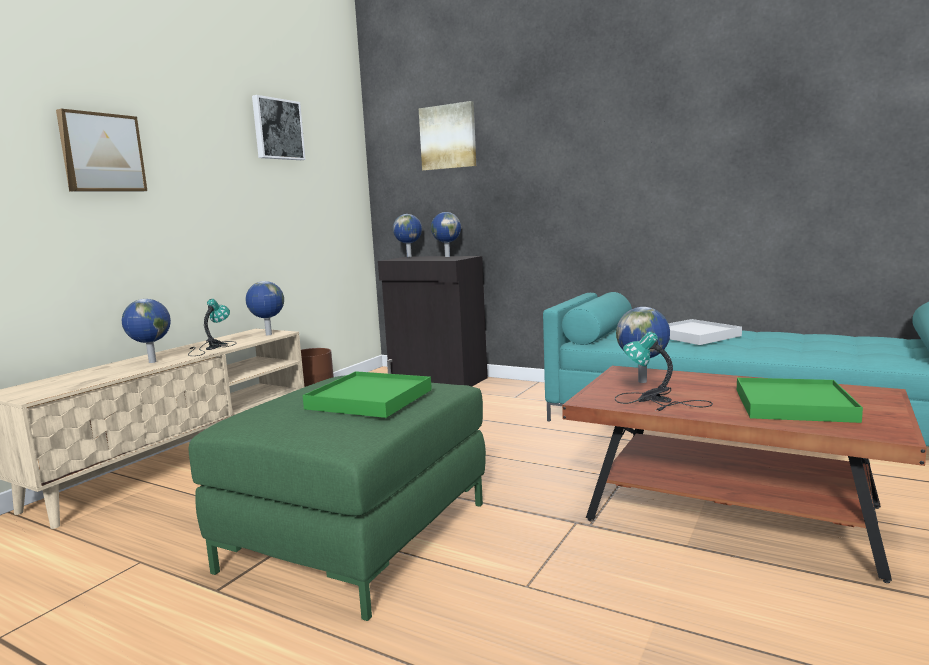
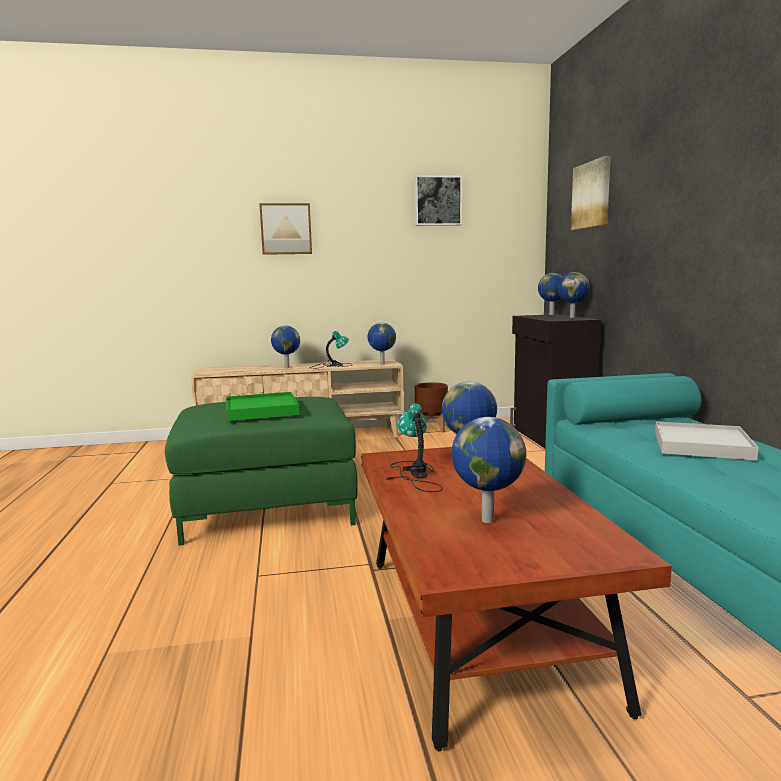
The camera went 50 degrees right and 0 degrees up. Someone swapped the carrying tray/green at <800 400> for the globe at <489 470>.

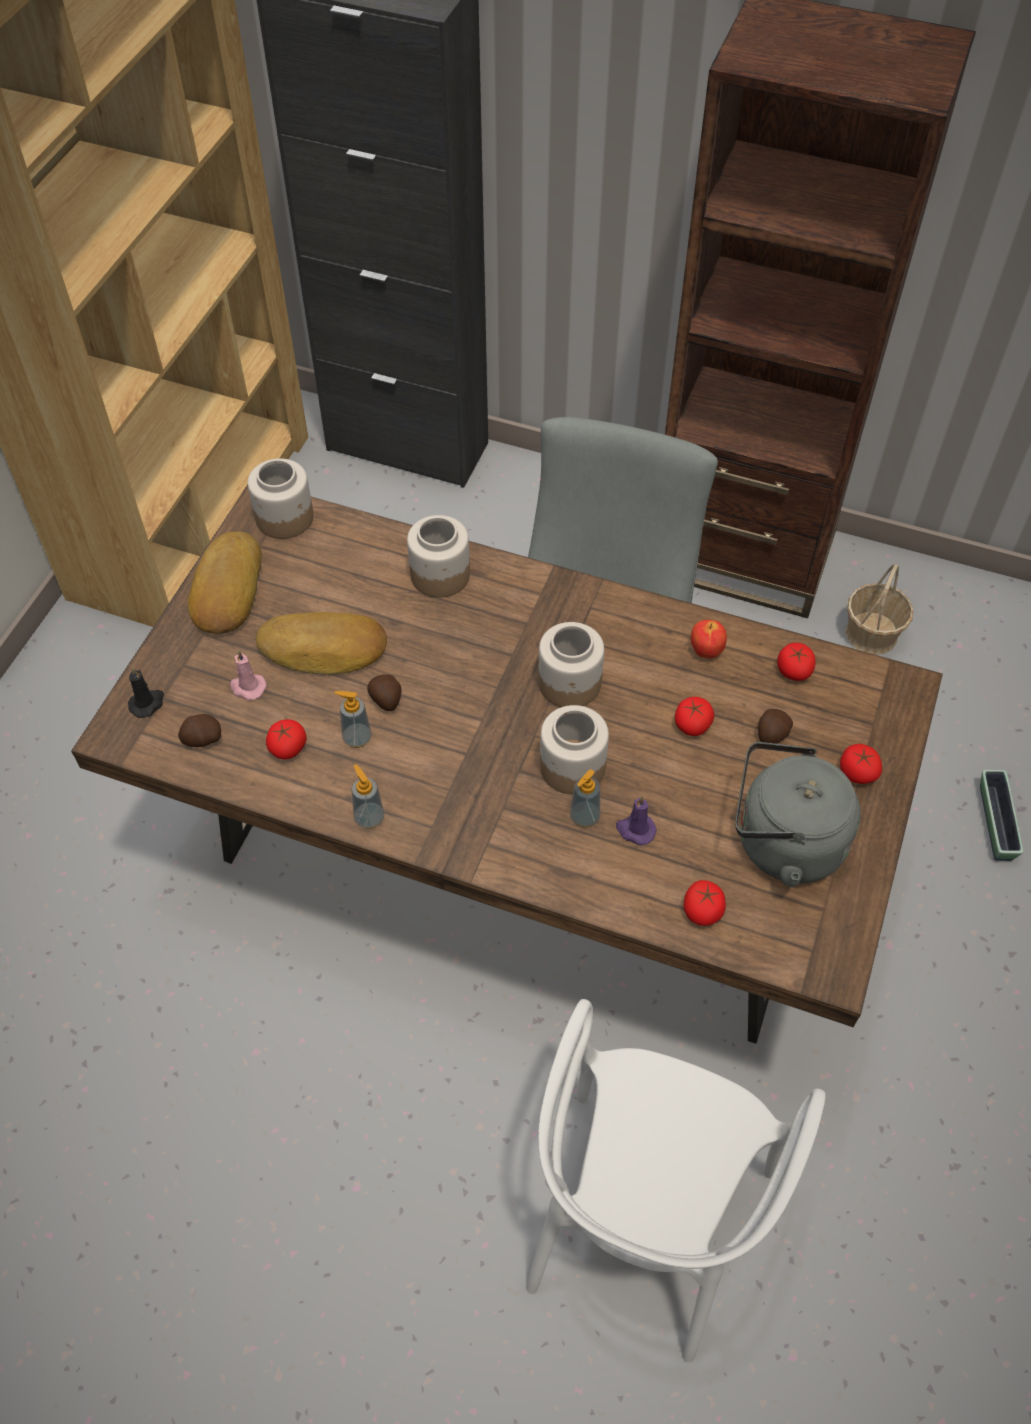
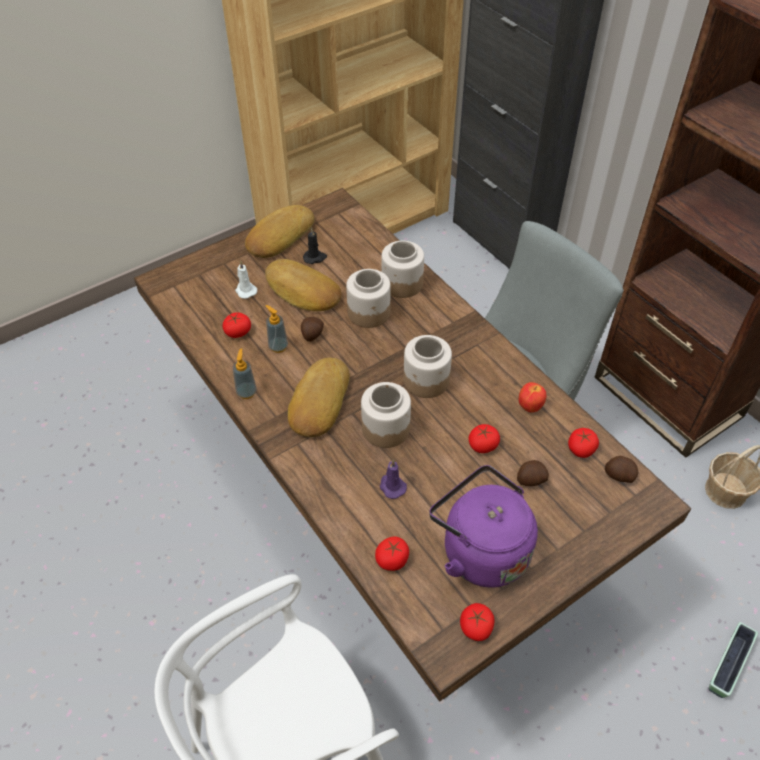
The camera went 35 degrees right and 5 degrees down. Someone took away the soap bottle at <585 798>. Someone put down the baked bread at <319 397>. Someone carried the wax light/black-coloured from <146 692> to <315 246>. Someone carried the spud from <199 730> to <621 469>. Someone carried the jar from <281 498> to <368 298>. Someone carried the whole tomato from <861 764> to <477 622>. Someone repainted the wax light/pink-coloured at <248 676>, which became the wax light/whitish at <246 280>. Someone repainted the water kettle/gray at <798 814>, which became the water kettle/purple at <483 526>.

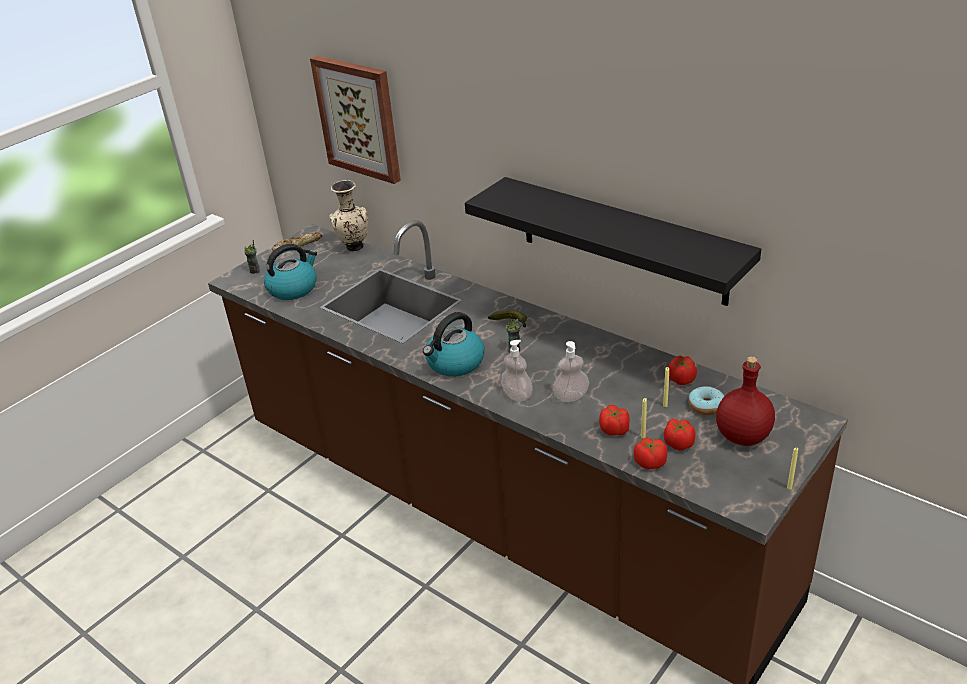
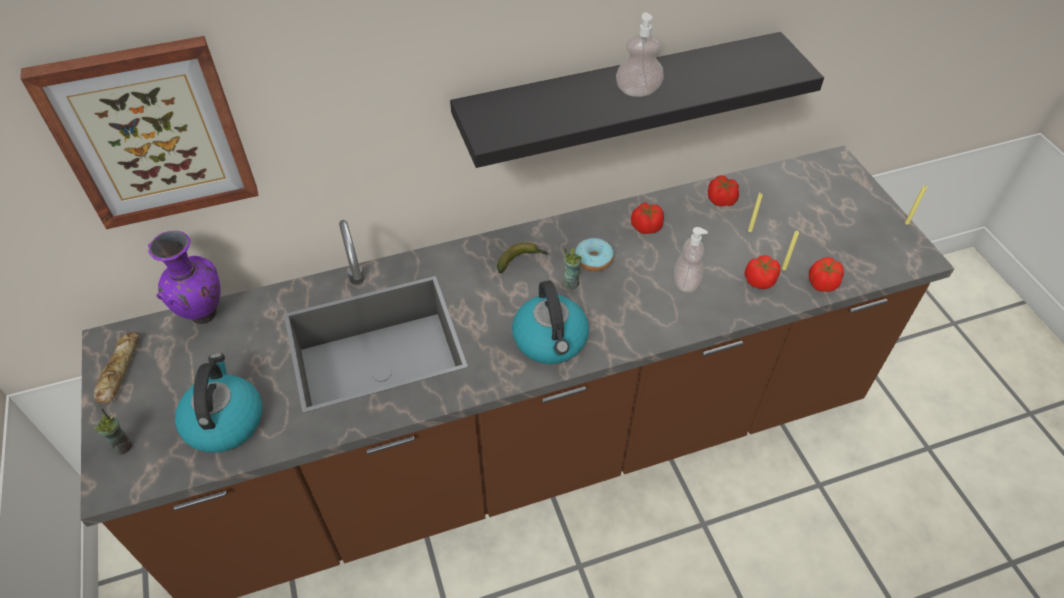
The camera went 60 degrees left and 15 degrees up. Someone took away the beverage bottle/reddish at <745 401>. Someone carried the soap bottle from <517 371> to <640 54>. Someone carried the whole tomato from <680 435> to <647 218>. Someone carried the ring doughnut from <706 400> to <594 255>. Someone repainted the flower vase/sand-coloured at <349 215>, which became the flower vase/purple at <184 277>.

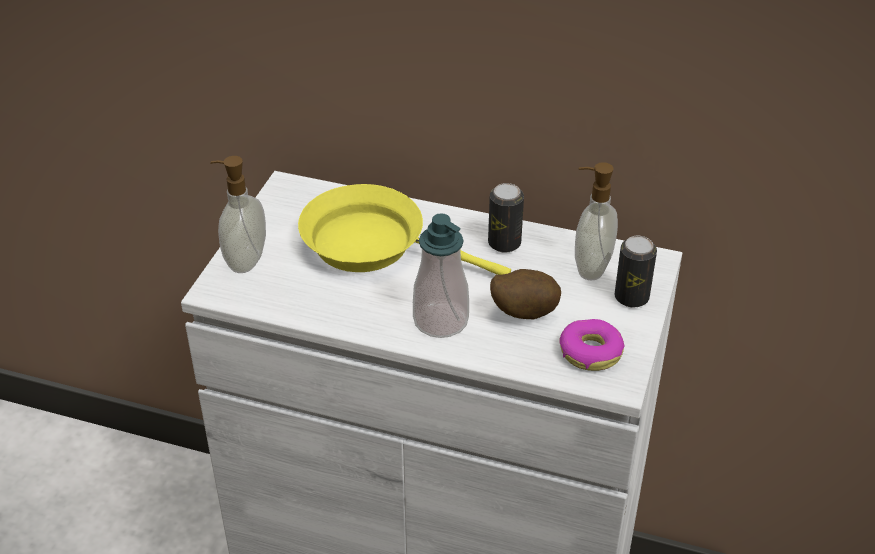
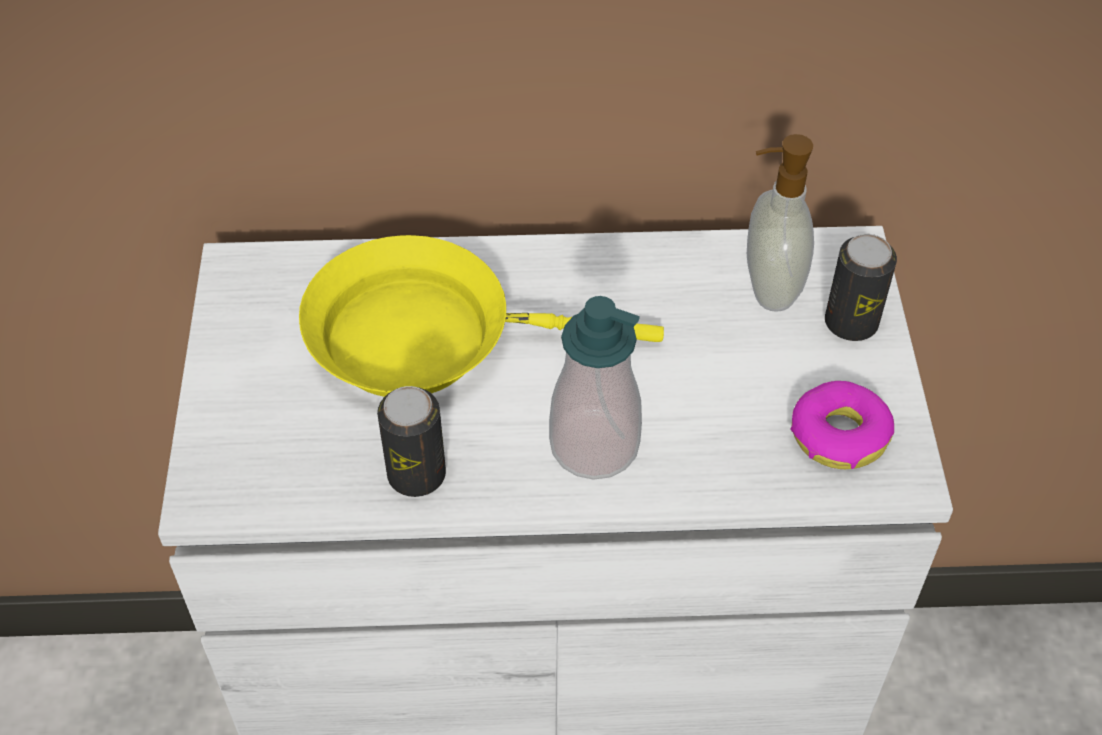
The camera went 20 degrees left and 10 degrees up. Someone took away the soap bottle at <238 214>. Someone took away the spud at <525 294>. Someone carried the sealed can from <506 218> to <411 441>.

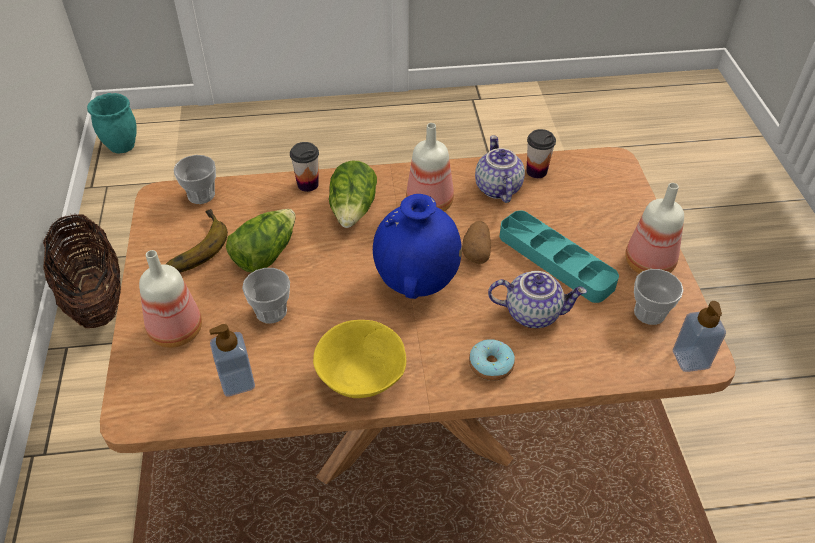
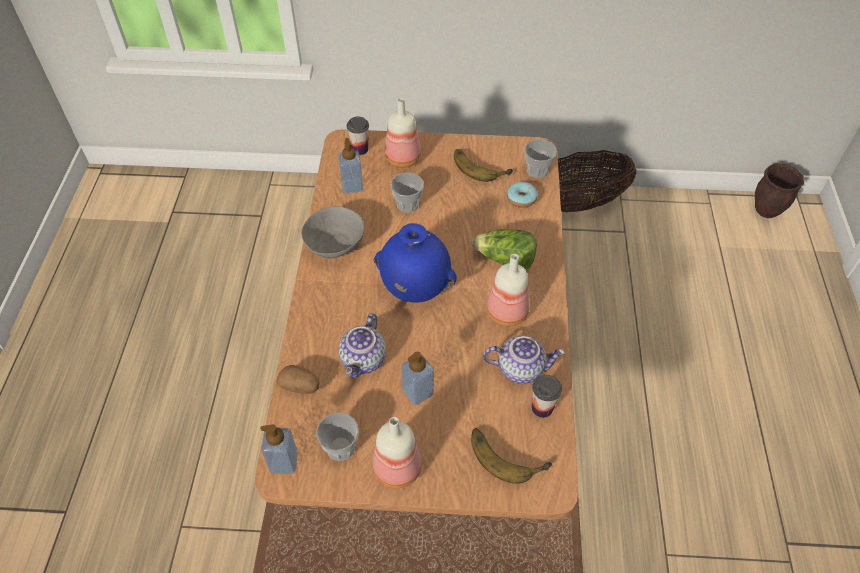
The camera went 100 degrees right and 5 degrees up. Someone took away the lettuce head at <260 240>. Someone put down the banana at <511 456>. Someone carried the cup from <304 167> to <358 135>. Someone carried the spud from <476 242> to <298 379>. Someone carried the ring doughnut from <492 360> to <522 195>. Someone swapped the carrying tray/turquoise at <559 256> for the soap bottle at <417 378>. Someone repainted the flower pot/turquoise at <112 123>, which became the flower pot/brown at <779 190>. Someone repainted the serving bowl/yellow at <359 359>, which became the serving bowl/gray at <333 232>.

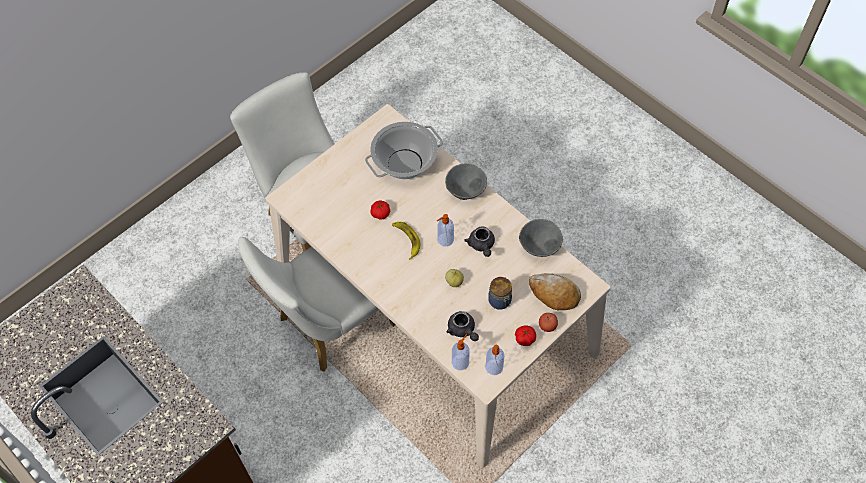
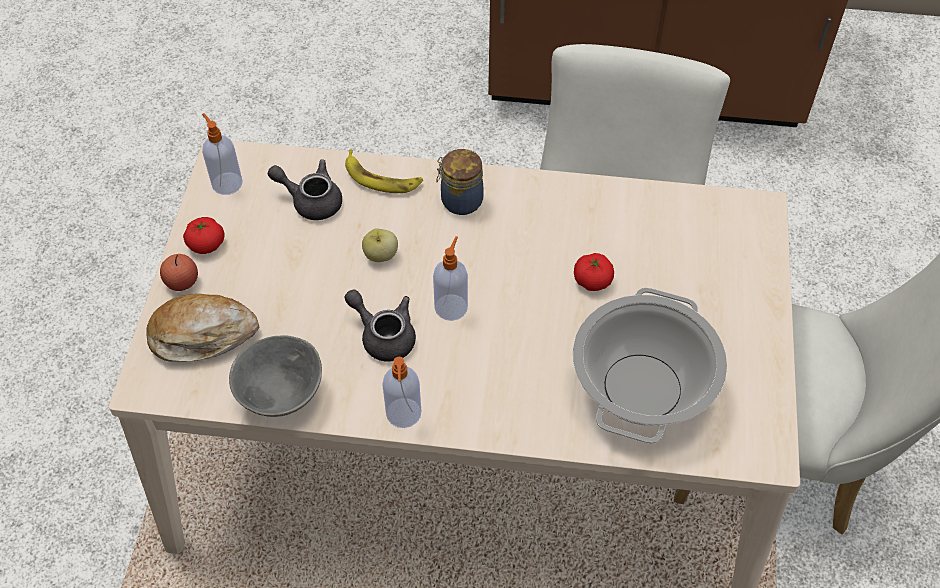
The camera went 140 degrees right and 5 degrees down. Someone took away the serving bowl/gray at <466 181>. Someone carried the banana from <406 241> to <384 171>. Someone carried the soap bottle from <461 352> to <401 392>. Someone carried the jar from <500 293> to <460 182>.

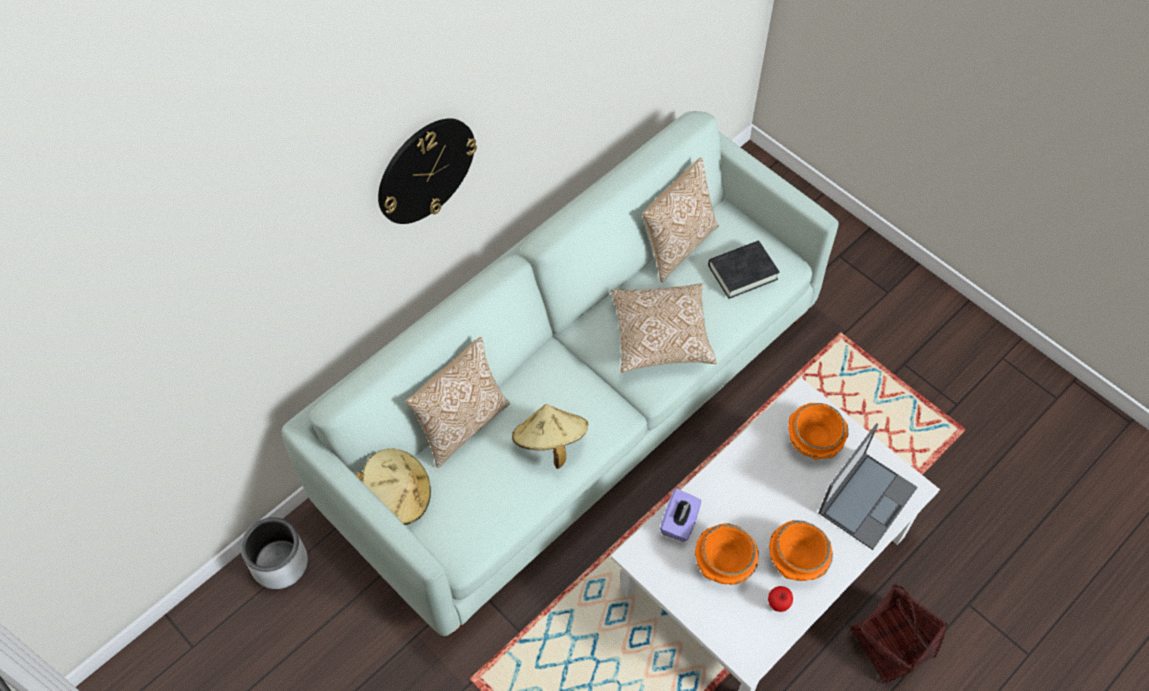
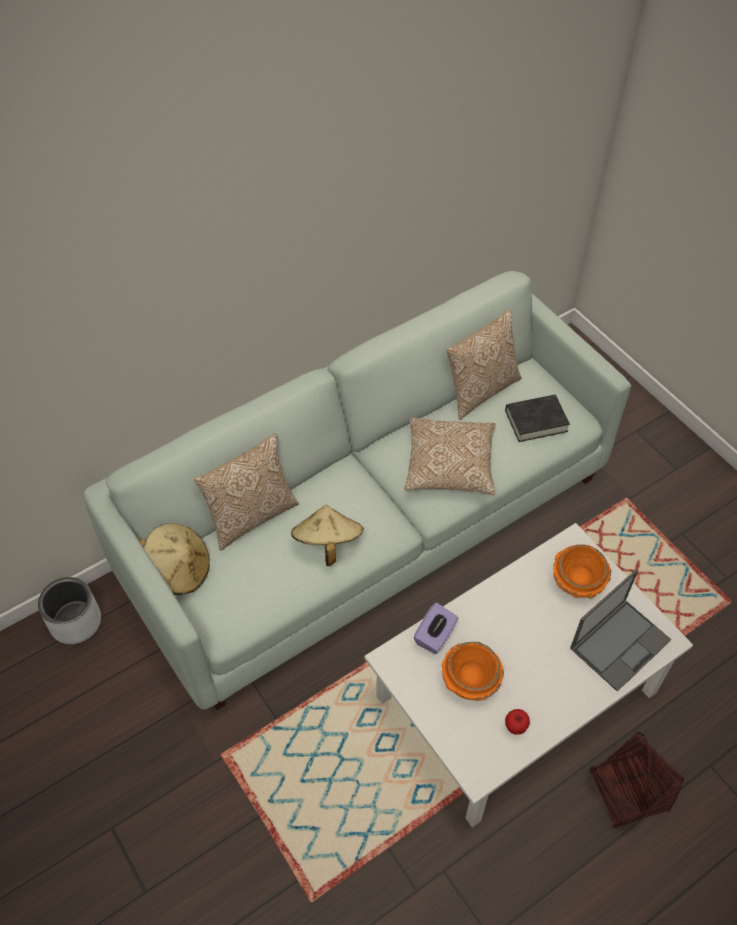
The camera went 10 degrees right and 5 degrees down. Someone took away the wall clock at <427 171>. Someone took away the serving bowl/orange-coloured at <801 550>.

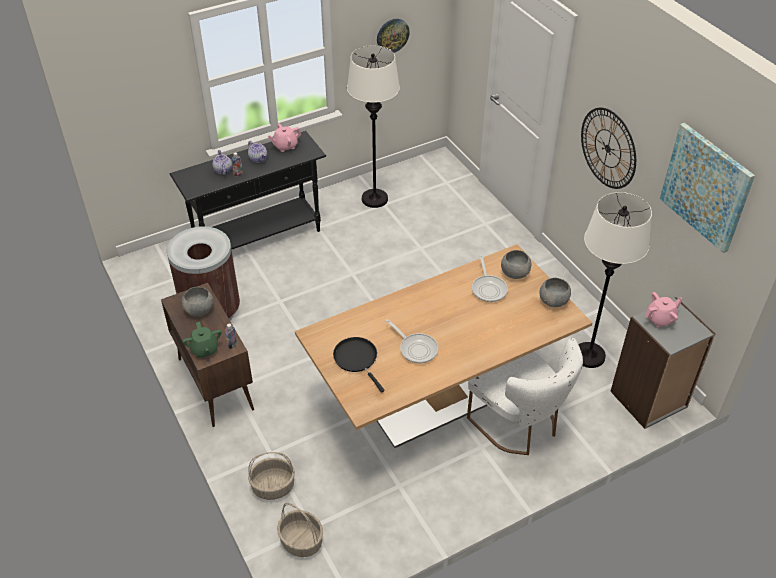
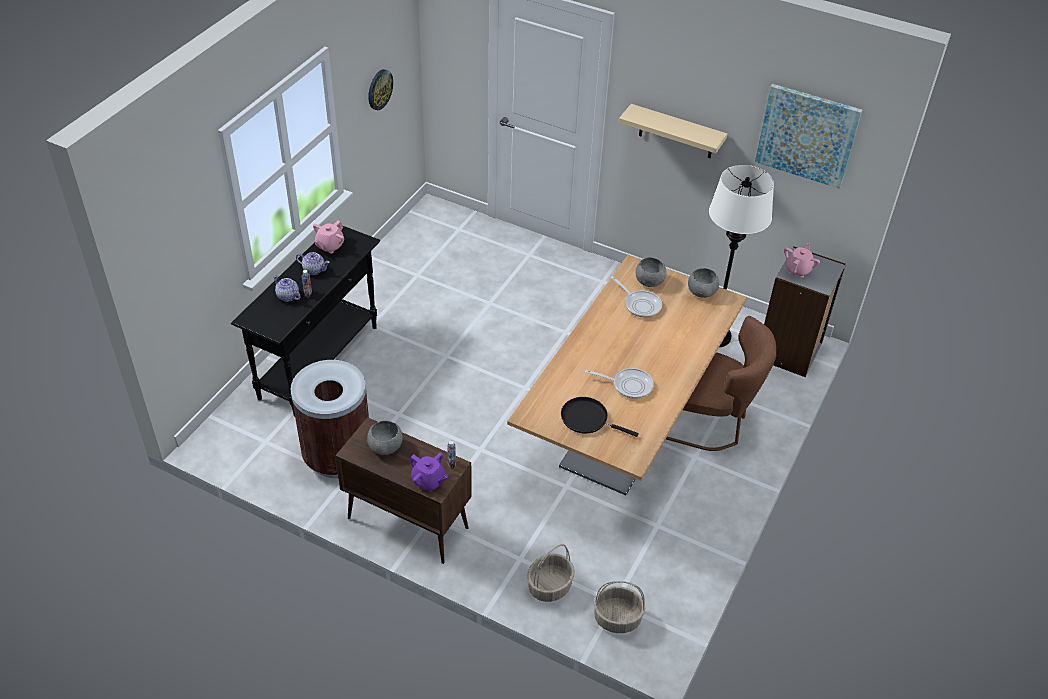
The camera went 35 degrees left and 0 degrees up. Someone took away the standing lamp/whitish at <373 126>. Someone swapped the wall clock at <608 148> for the shelf/sand-coloured at <673 131>. Someone repainted the teapot/green at <202 340>, which became the teapot/purple at <428 472>. Someone repainted the chair/whitish at <525 396>, which became the chair/brown at <721 383>.

